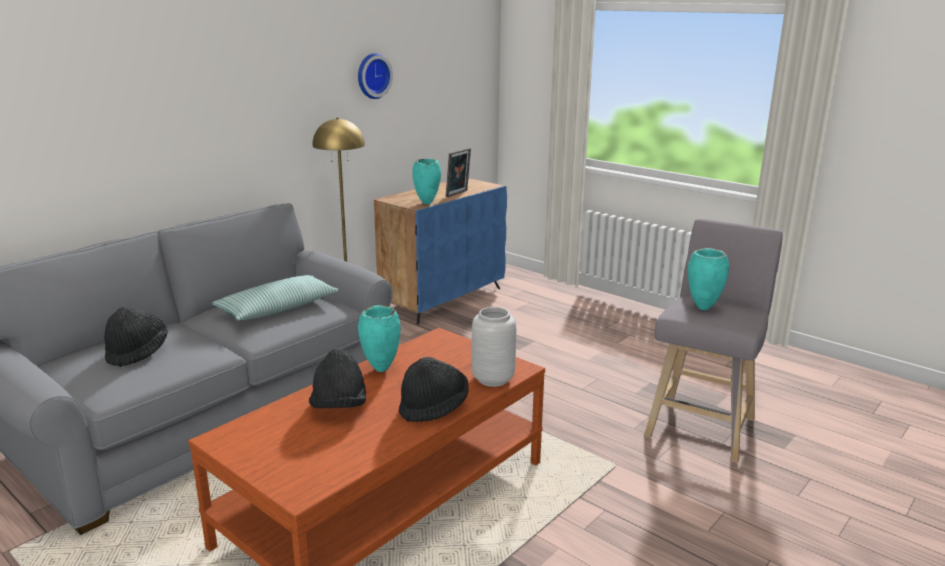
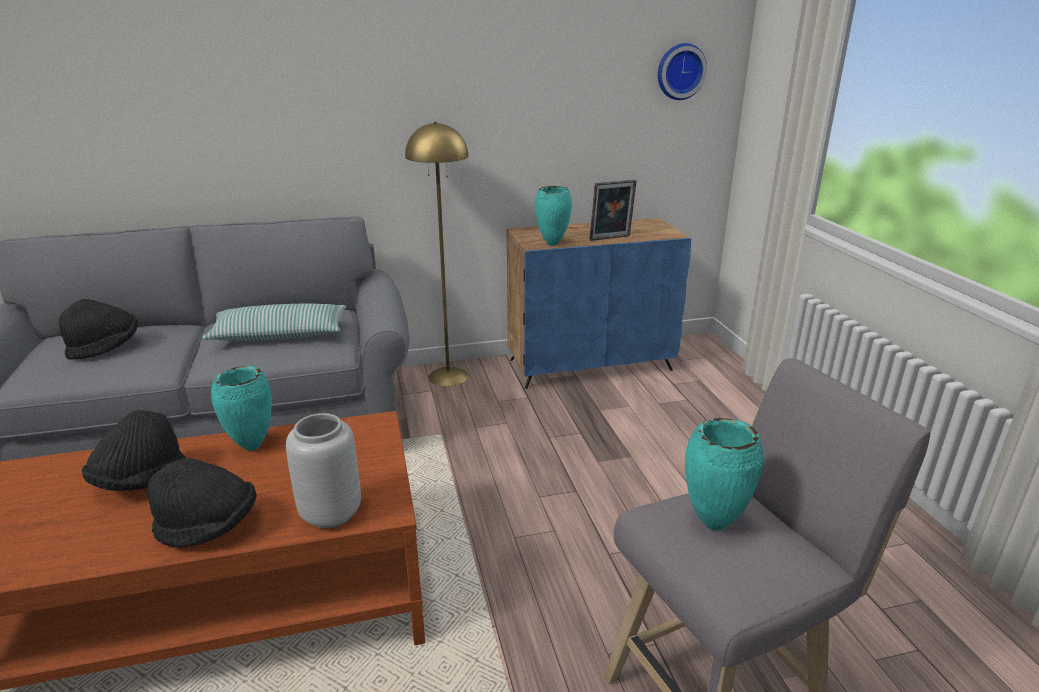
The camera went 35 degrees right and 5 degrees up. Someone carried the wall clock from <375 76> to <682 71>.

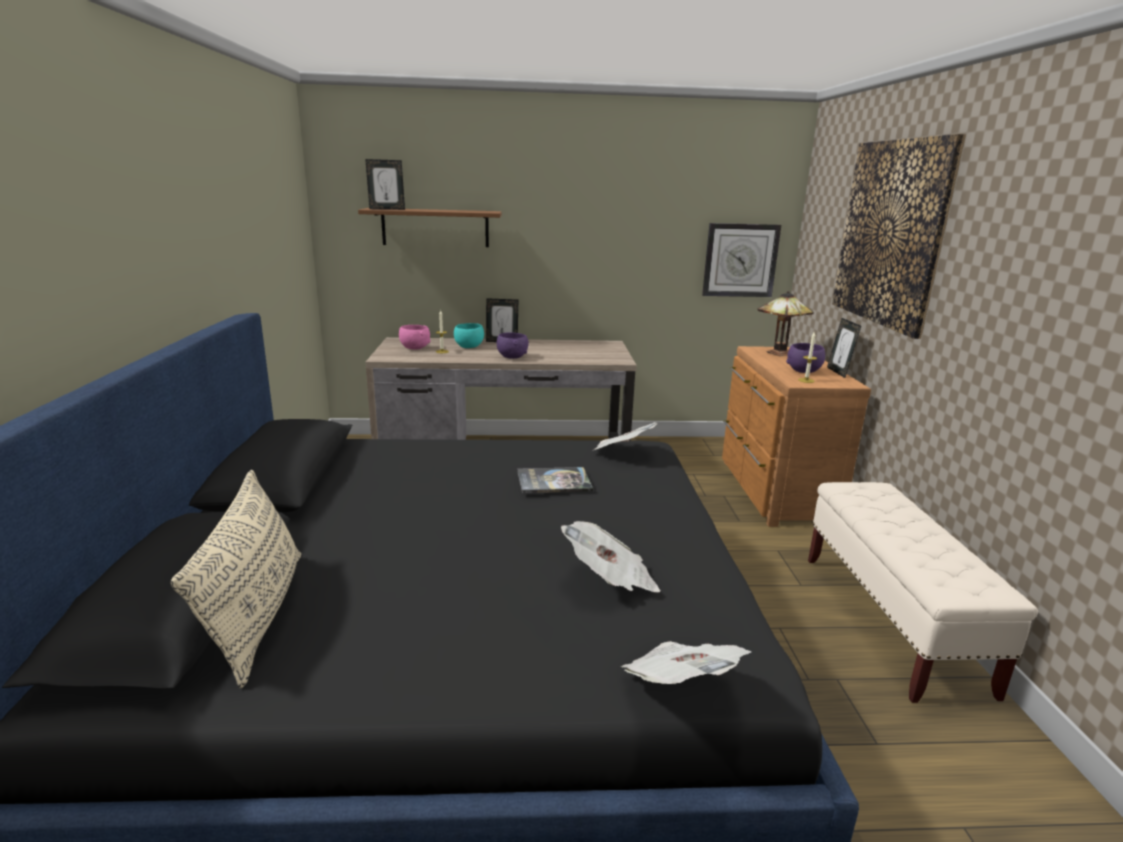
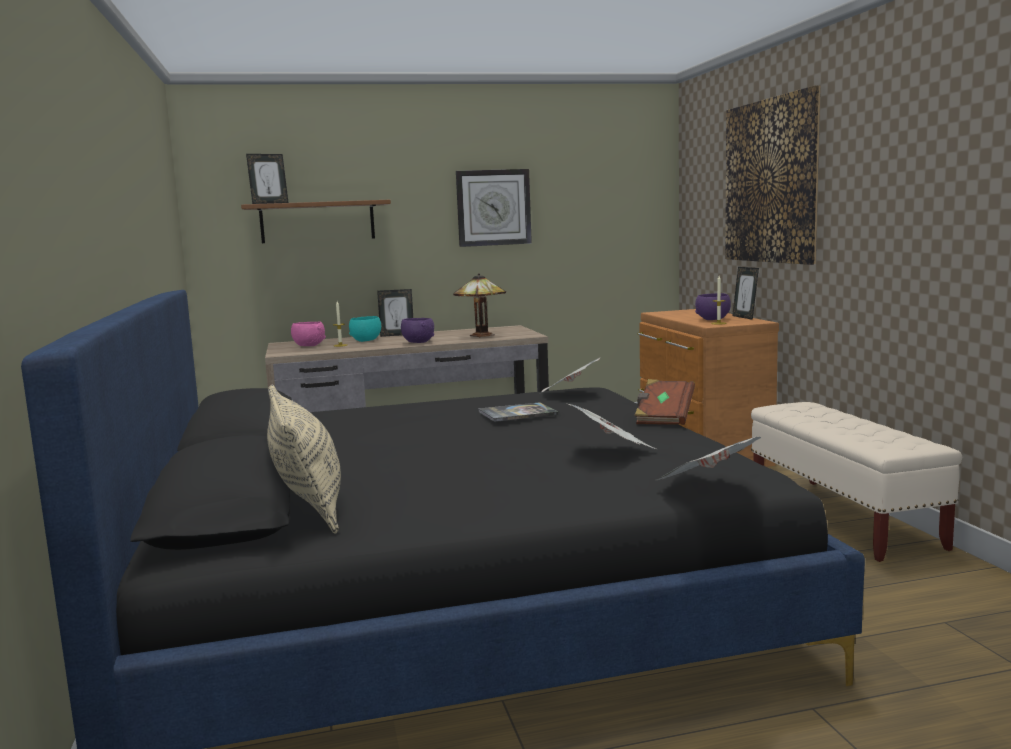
The camera went 10 degrees left and 10 degrees down. Someone put down the book/brown at <665 402>. Someone carried the wall clock from <741 260> to <494 208>. Someone carried the table lamp from <785 323> to <479 305>.

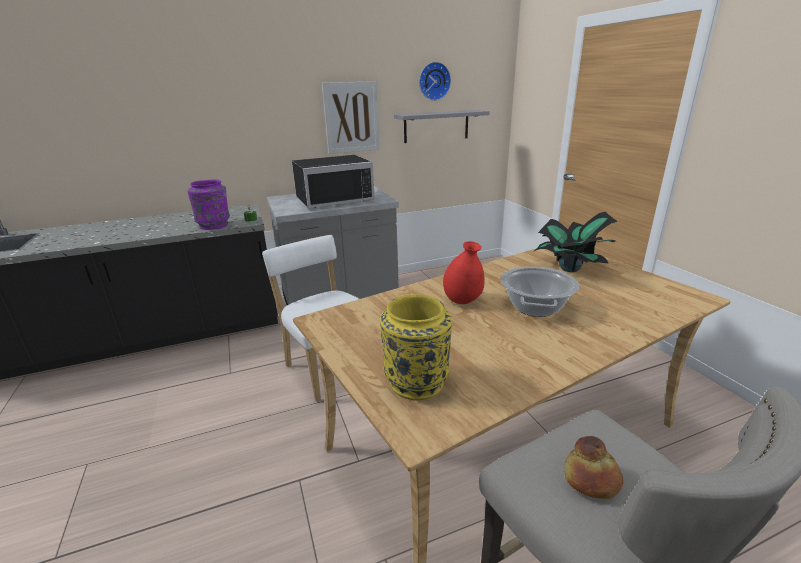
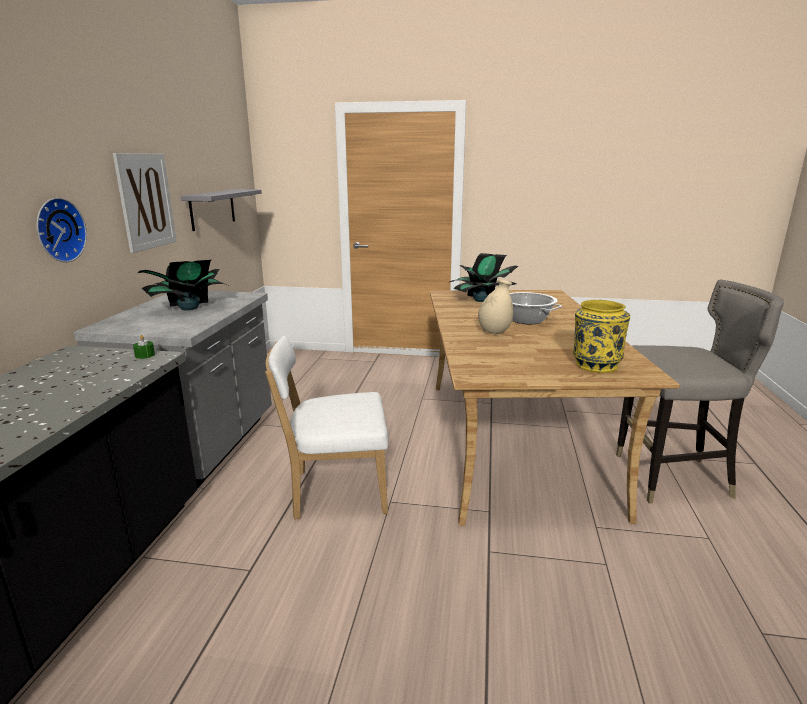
The camera went 60 degrees left and 5 degrees down. Someone took away the flower vase/purple at <208 204>. Someone took away the baked bread at <593 467>. Someone carried the wall clock from <435 81> to <61 230>. Someone swapped the microwave oven/black-coloured at <333 181> for the houseplant at <181 285>. Someone repainted the flower vase/reddish at <463 272>, which became the flower vase/sand-coloured at <495 306>.

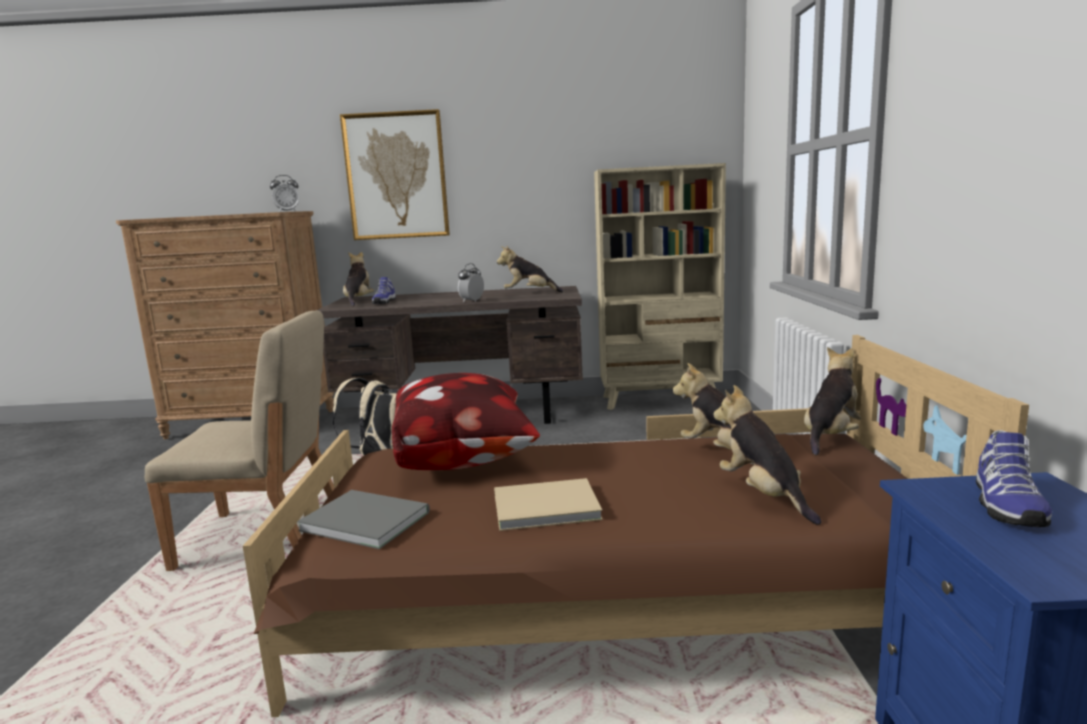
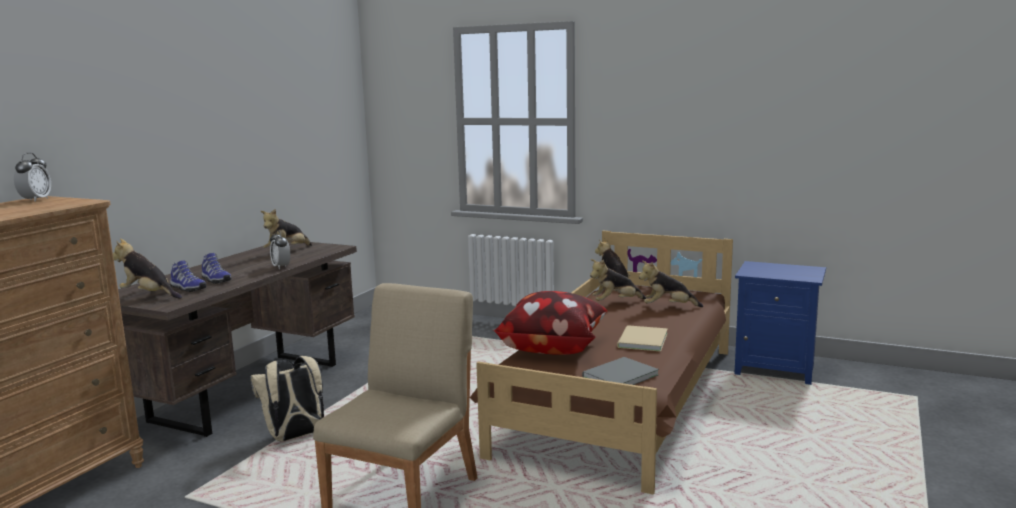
The camera went 65 degrees left and 0 degrees up. Someone took away the wall picture at <395 174>. Someone took away the shelving unit/sand-coloured at <660 286>. Someone carried the low shoe from <1014 478> to <217 268>.

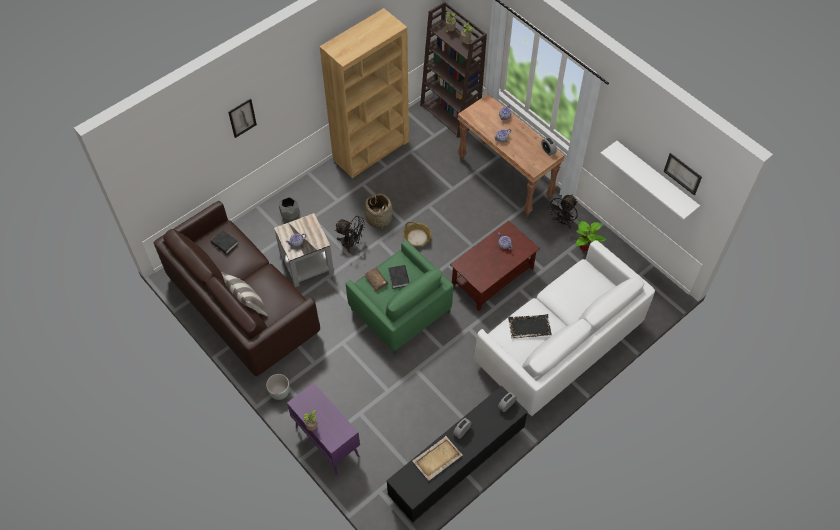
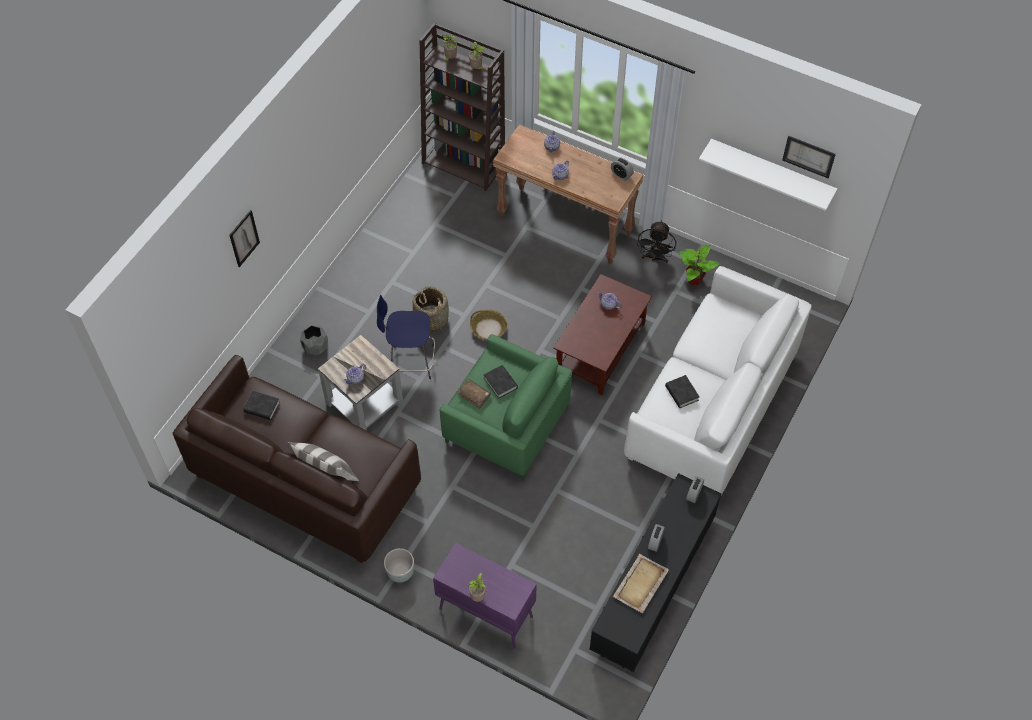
The camera went 20 degrees left and 0 degrees up. Someone took away the shelving unit/brown at <364 93>. Someone swapped the fan/black-coloured at <350 234> for the sitting stool/blue-coloured at <406 337>. Someone swapped the carrying tray/black-coloured at <530 326> for the book/black-coloured at <682 391>.

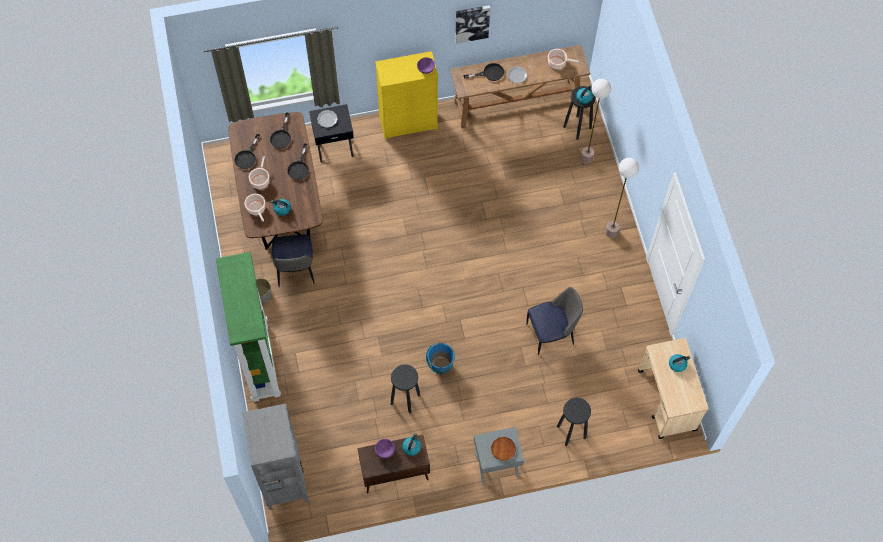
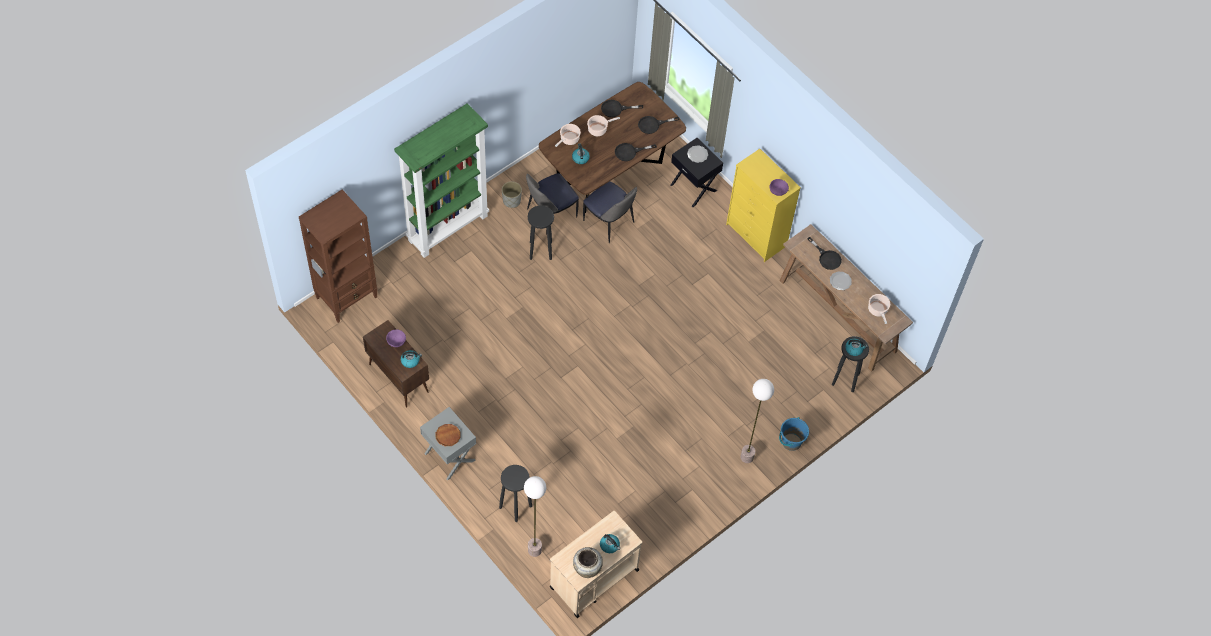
The camera went 60 degrees right and 5 degrees down. Someone took away the wall picture at <472 24>. Someone put down the flower vase/sand-coloured at <588 562>. Someone carried the sitting stool/black-coloured from <405 388> to <541 232>. Someone carried the pail/blue-coloured from <440 358> to <794 434>. Someone carried the chair from <554 321> to <610 212>. Someone carried the standing lamp from <596 121> to <535 516>. Someone repainted the shelving unit/gray at <275 457>, which became the shelving unit/brown at <338 256>.

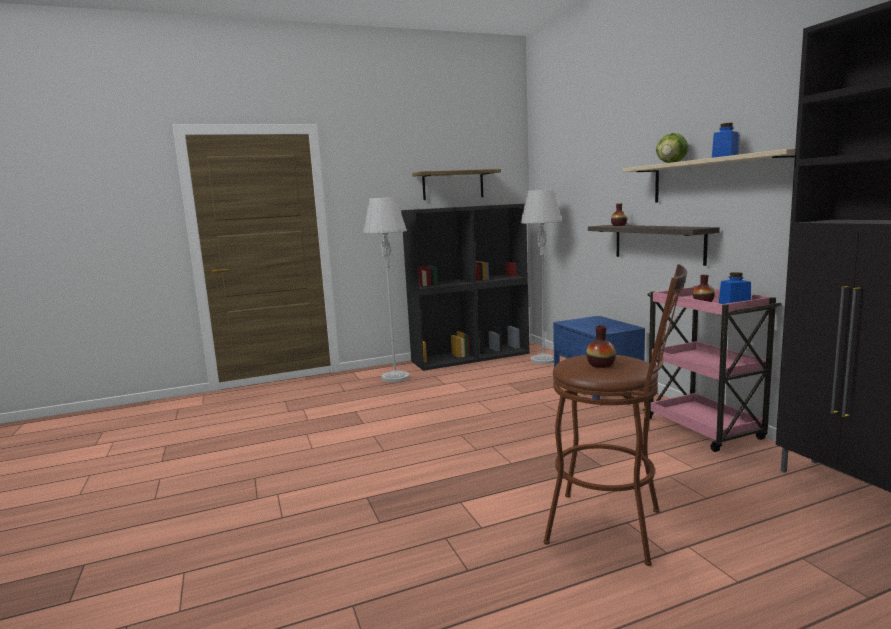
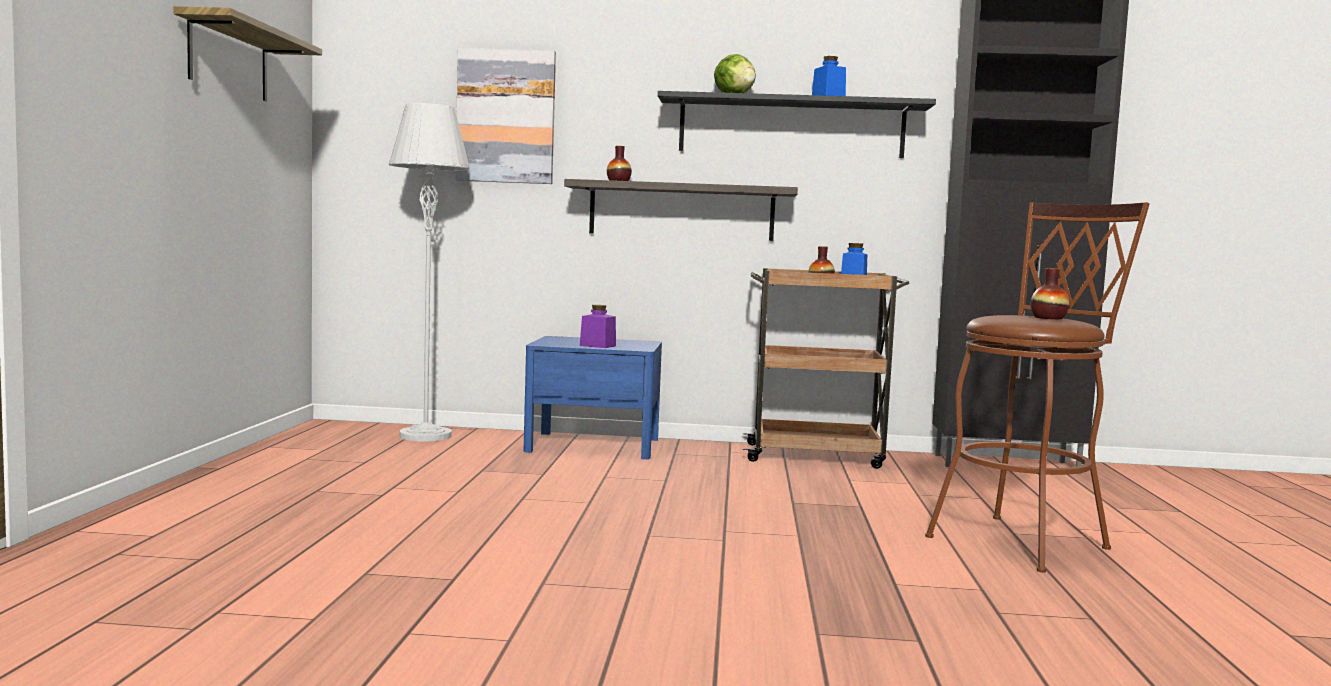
The camera went 65 degrees left and 5 degrees down. Someone took away the standing lamp/gray at <386 289>. Someone took away the shelving unit/black-coloured at <465 287>. Someone put up the wall picture at <505 116>. Someone put down the jar/purple at <598 326>. Someone repainted the shelf/sand-coloured at <709 176>, which became the shelf/black-coloured at <797 124>. Someone repainted the wheeled cart/pink-coloured at <712 369>, which became the wheeled cart/brown at <826 368>.

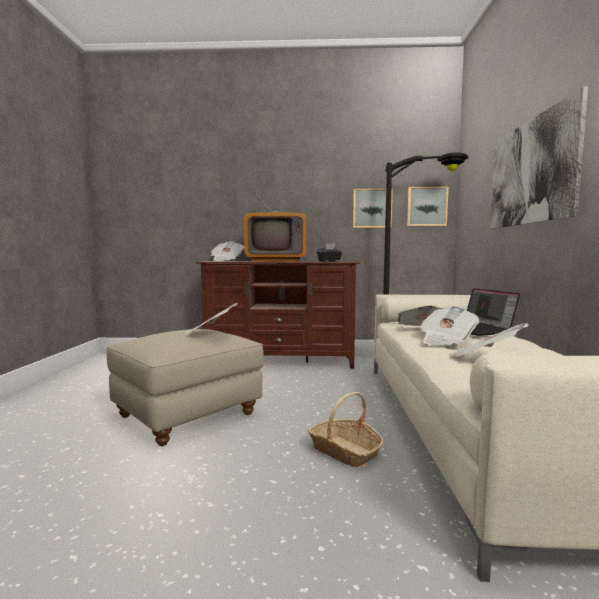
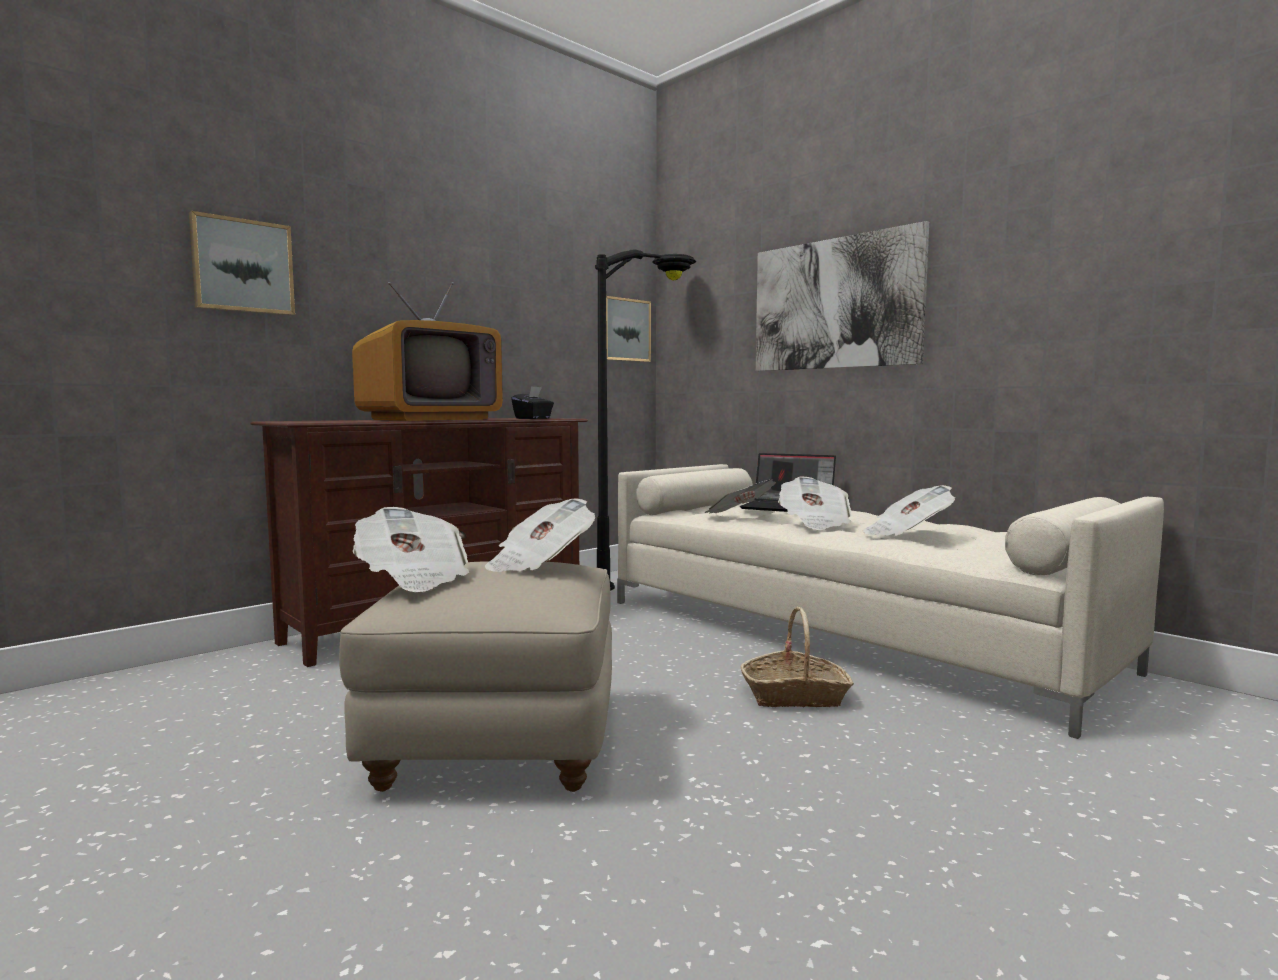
The camera went 45 degrees left and 0 degrees up. Someone carried the newspaper from <227 251> to <411 549>. Someone carried the wall picture from <373 208> to <242 263>.

